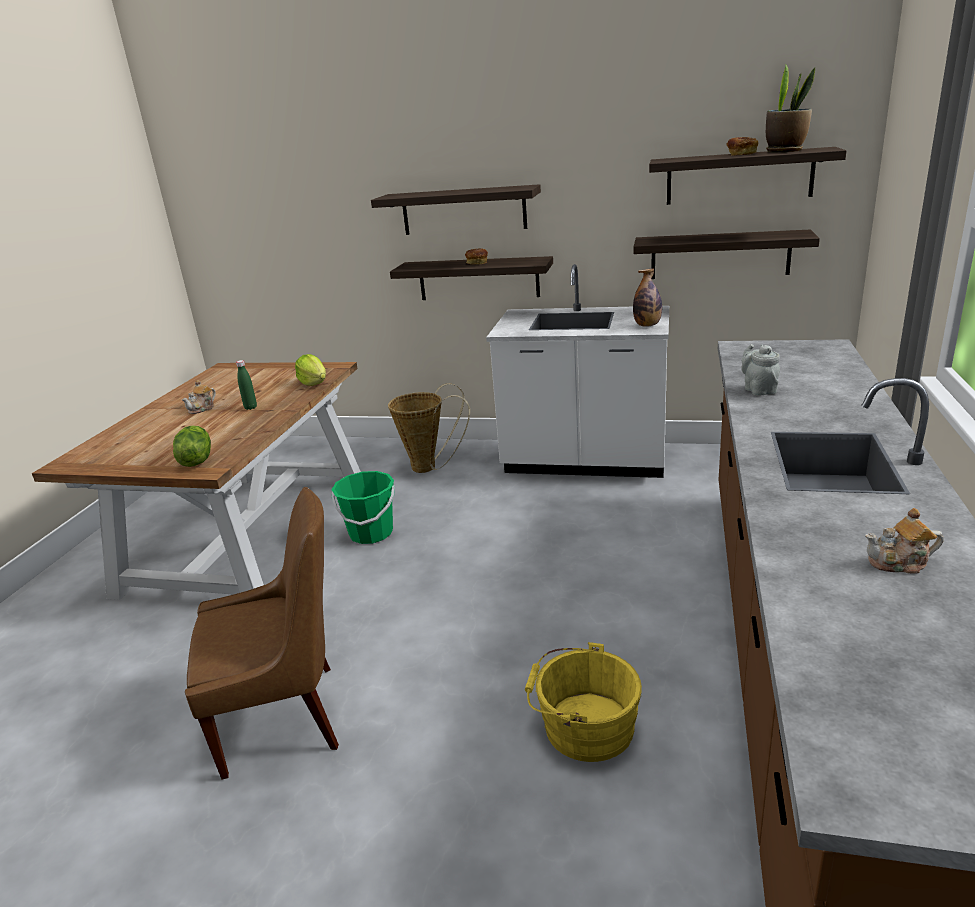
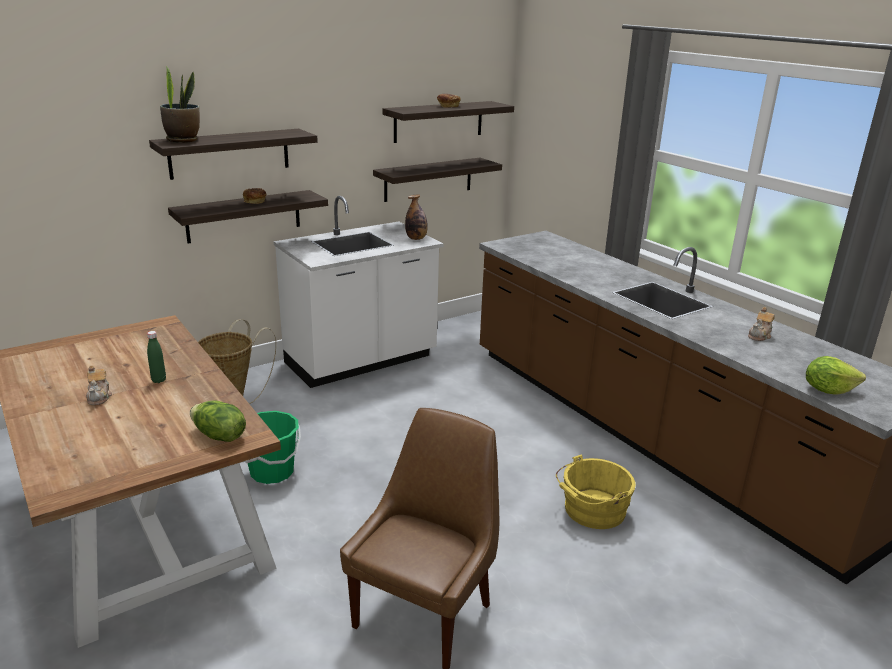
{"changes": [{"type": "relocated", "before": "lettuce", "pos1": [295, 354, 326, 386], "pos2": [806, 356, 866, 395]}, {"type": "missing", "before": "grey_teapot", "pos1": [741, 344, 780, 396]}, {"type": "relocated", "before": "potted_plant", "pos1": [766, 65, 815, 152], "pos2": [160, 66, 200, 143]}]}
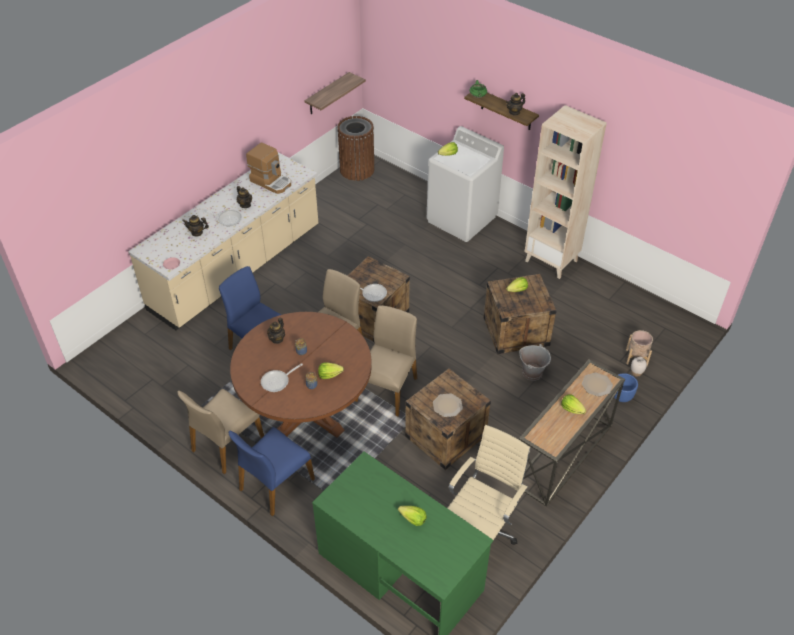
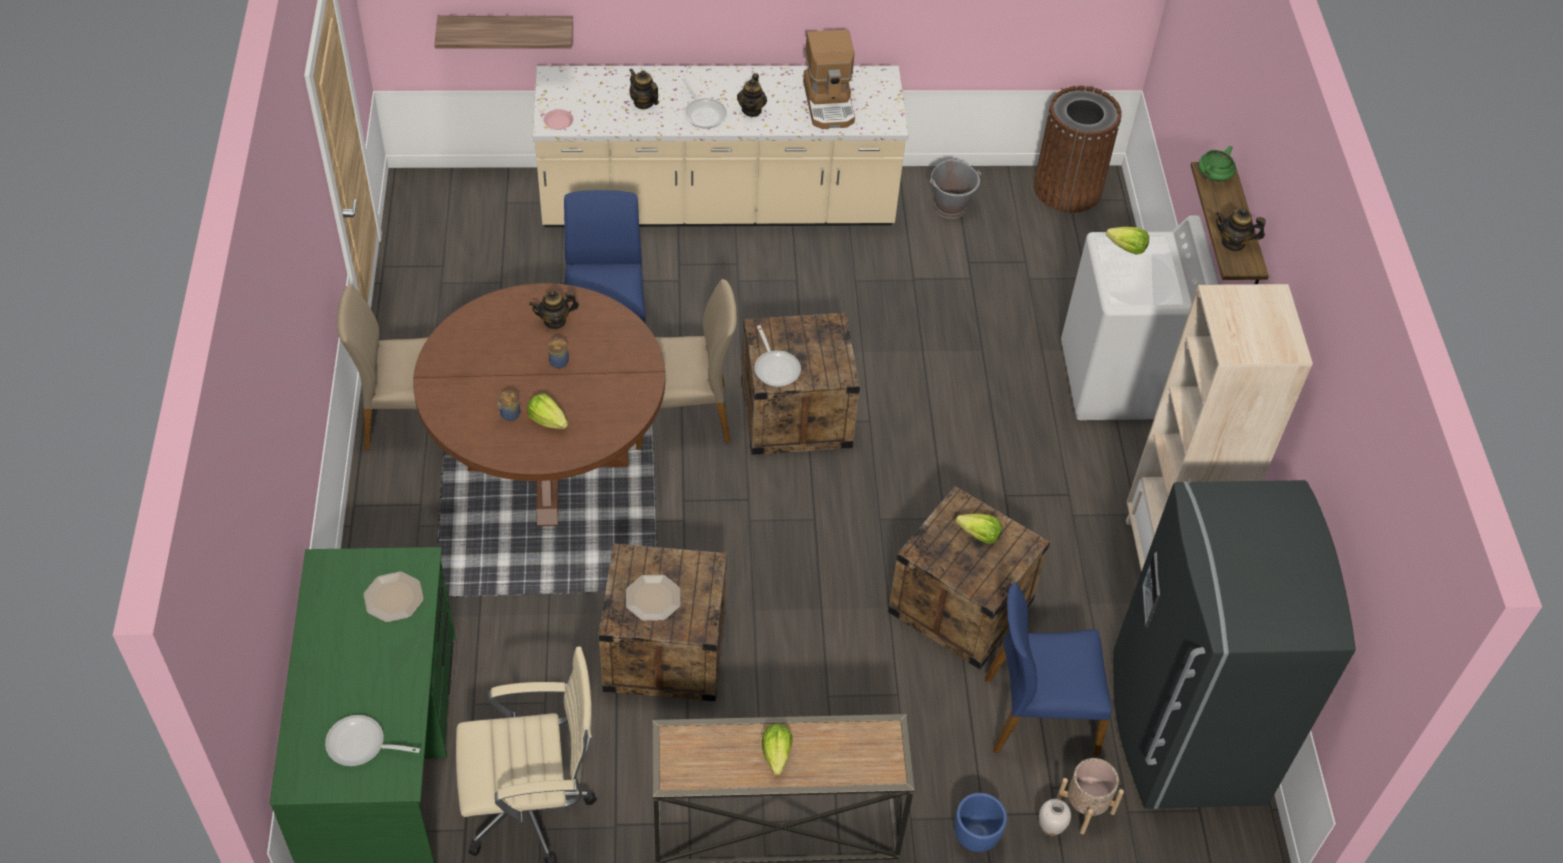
{"changes": [{"type": "relocated", "before": "blue_chair", "pos1": [229, 427, 315, 517], "pos2": [985, 583, 1112, 755]}, {"type": "relocated", "before": "frying_pan", "pos1": [261, 363, 303, 392], "pos2": [325, 715, 420, 766]}, {"type": "relocated", "before": "shelf", "pos1": [304, 72, 366, 114], "pos2": [434, 16, 573, 49]}, {"type": "missing", "before": "beige_chair", "pos1": [355, 305, 417, 417]}, {"type": "missing", "before": "lettuce", "pos1": [398, 506, 427, 526]}, {"type": "relocated", "before": "grey_bucket", "pos1": [519, 344, 551, 381], "pos2": [930, 159, 981, 219]}, {"type": "relocated", "before": "plate", "pos1": [582, 373, 613, 397], "pos2": [364, 572, 424, 622]}, {"type": "appeared", "after": "grey_fridge", "pos2": [1113, 480, 1356, 809]}]}
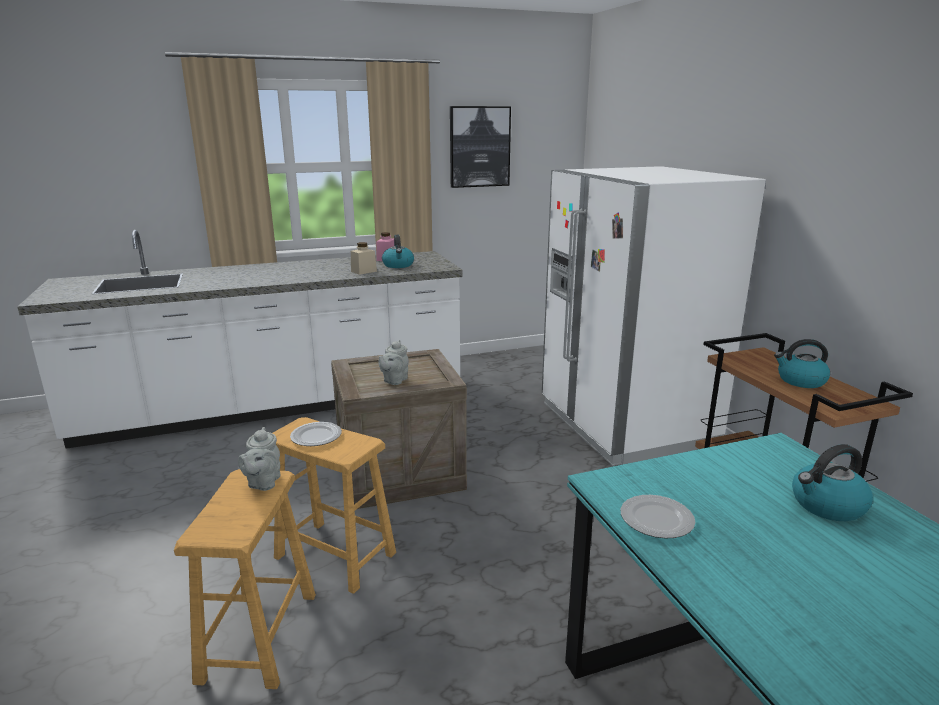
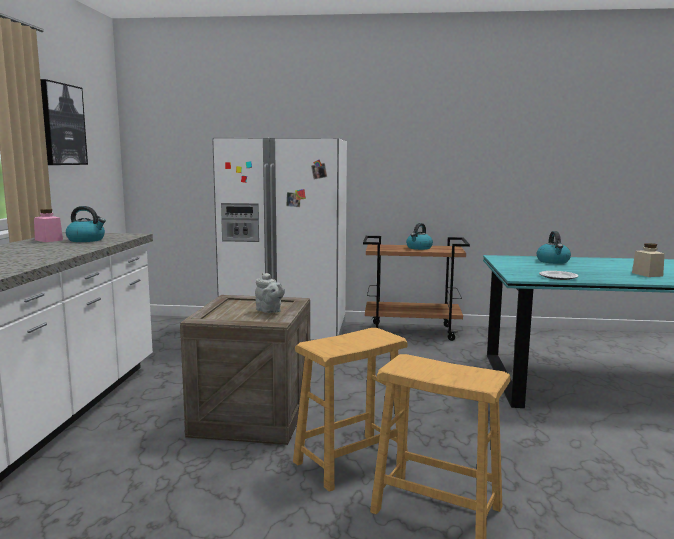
{"changes": [{"type": "missing", "before": "grey_teapot", "pos1": [238, 427, 281, 491]}, {"type": "missing", "before": "plate", "pos1": [290, 422, 342, 446]}, {"type": "relocated", "before": "beige_jar", "pos1": [351, 242, 377, 275], "pos2": [632, 243, 665, 277]}]}
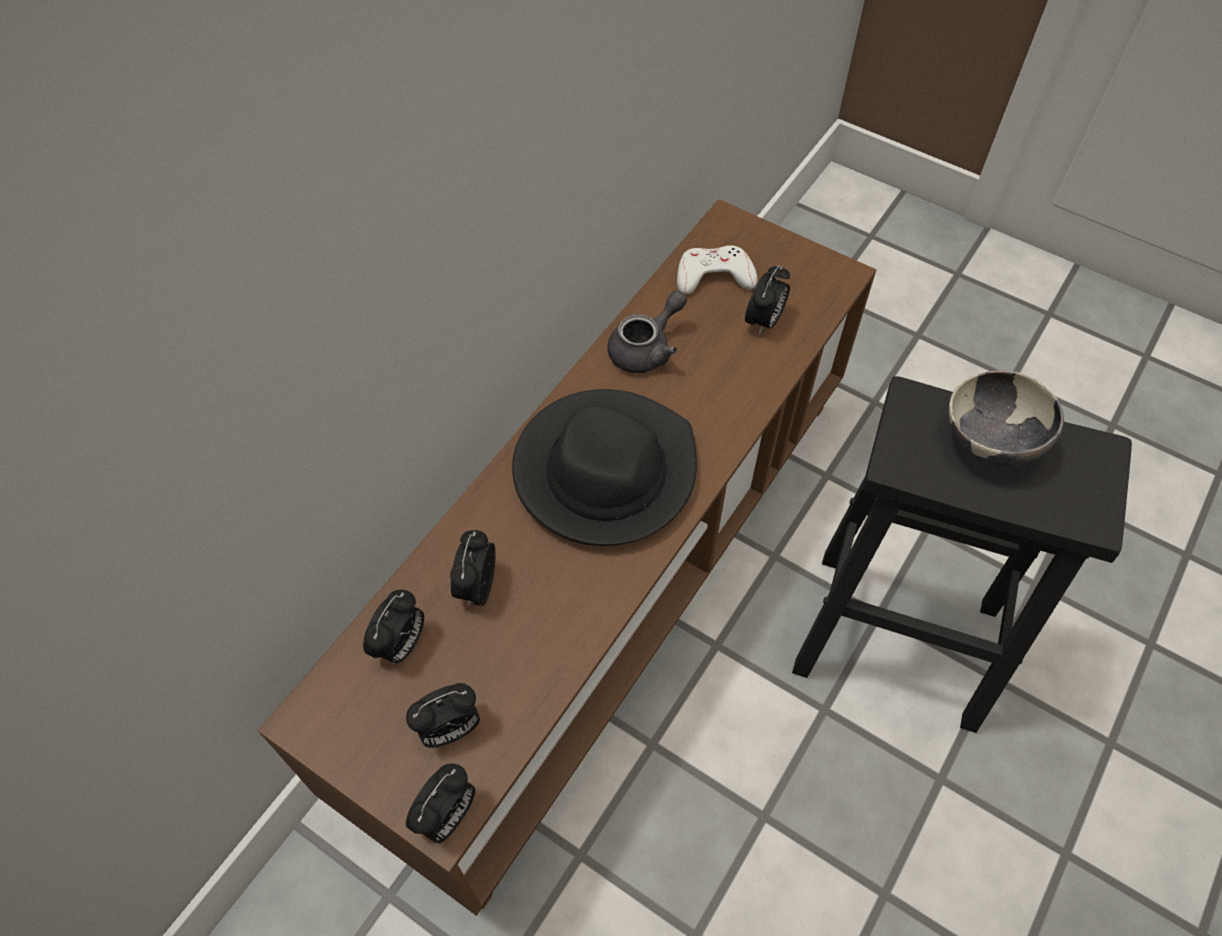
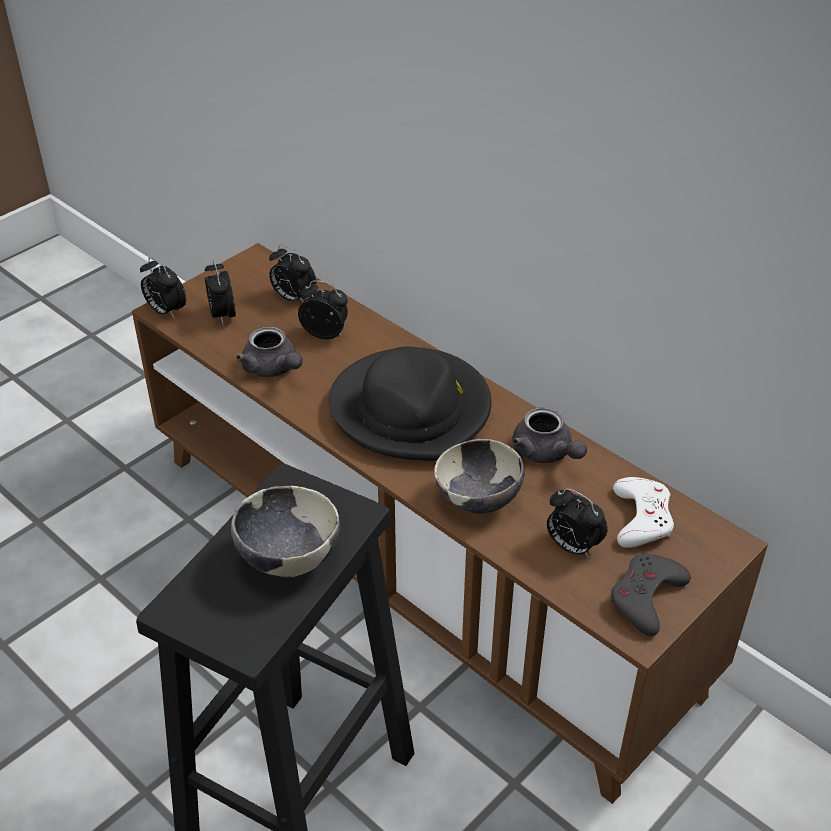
{"changes": [{"type": "appeared", "after": "grey_teapot", "pos2": [236, 327, 303, 377]}, {"type": "appeared", "after": "bowl", "pos2": [434, 439, 525, 514]}, {"type": "appeared", "after": "grey_game_controller", "pos2": [611, 554, 691, 636]}]}
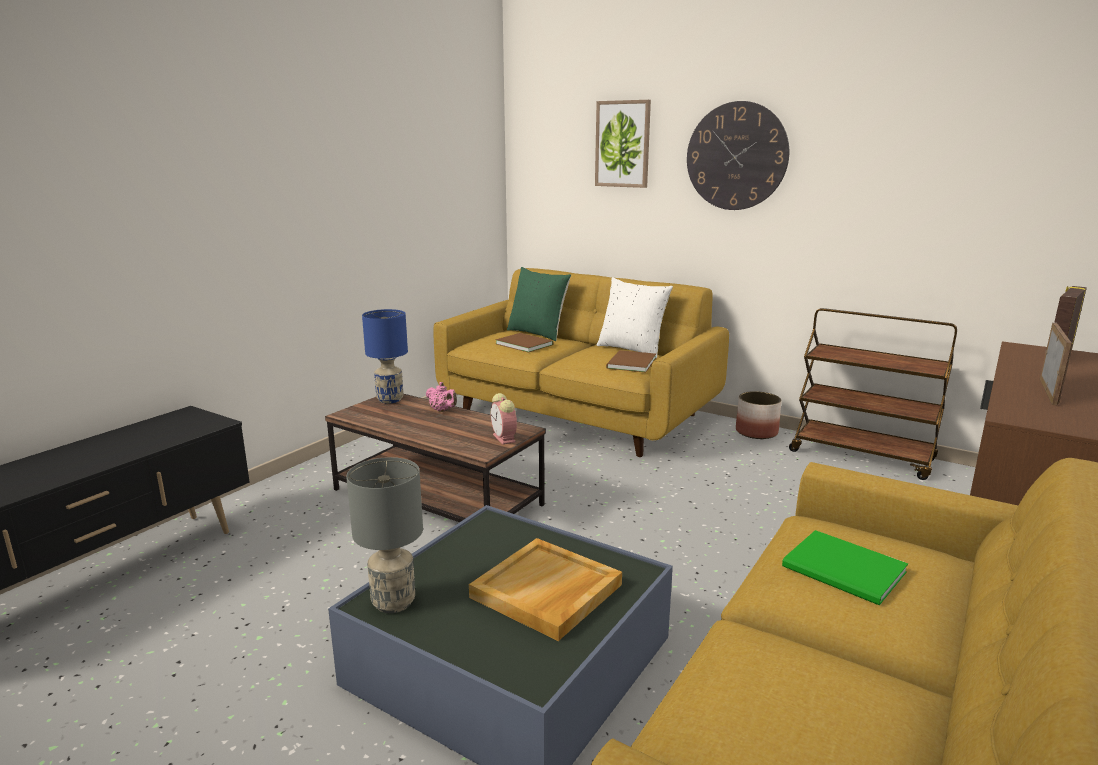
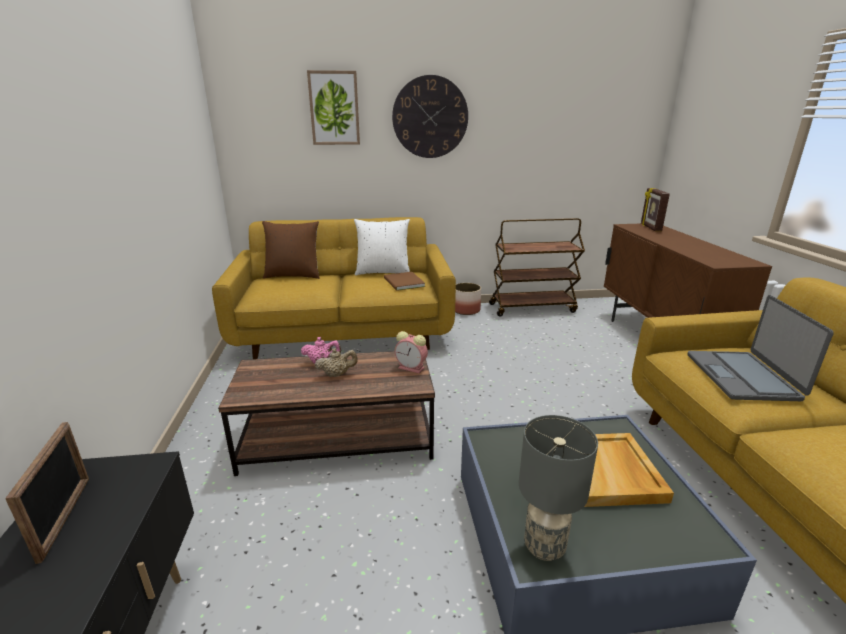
{"changes": [{"type": "missing", "before": "blue_table_lamp", "pos1": [362, 309, 408, 403]}, {"type": "missing", "before": "brown_book", "pos1": [496, 333, 554, 353]}, {"type": "colour", "before": "green_pillow", "after": "brown_pillow", "pos1": [507, 267, 571, 341], "pos2": [262, 221, 320, 279]}, {"type": "exchanged", "before": "green_book", "after": "laptop", "pos1": [782, 530, 908, 606], "pos2": [688, 295, 834, 401]}, {"type": "relocated", "before": "picture_frame", "pos1": [1040, 322, 1073, 406], "pos2": [5, 422, 89, 564]}, {"type": "appeared", "after": "beige_teapot", "pos2": [315, 348, 358, 377]}]}
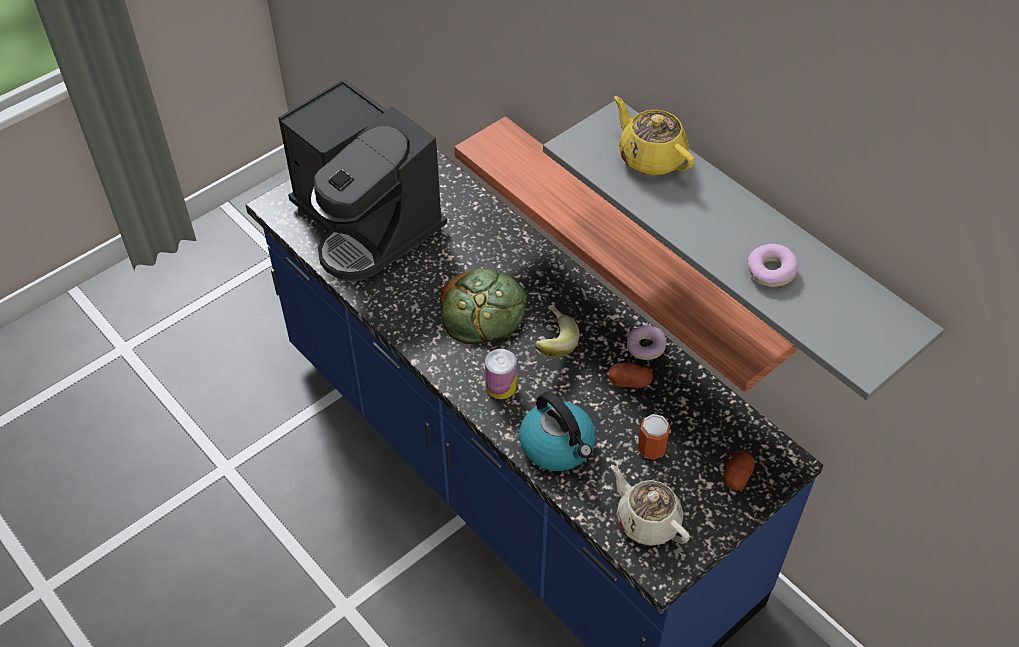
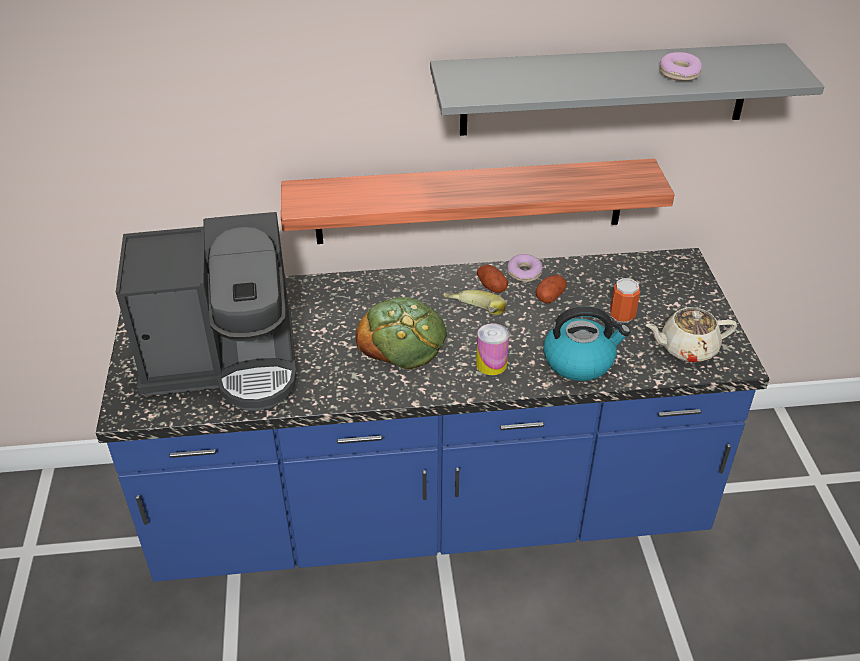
{"changes": [{"type": "missing", "before": "yellow_teapot", "pos1": [614, 96, 695, 175]}, {"type": "relocated", "before": "potato", "pos1": [723, 450, 755, 491], "pos2": [477, 265, 508, 293]}]}
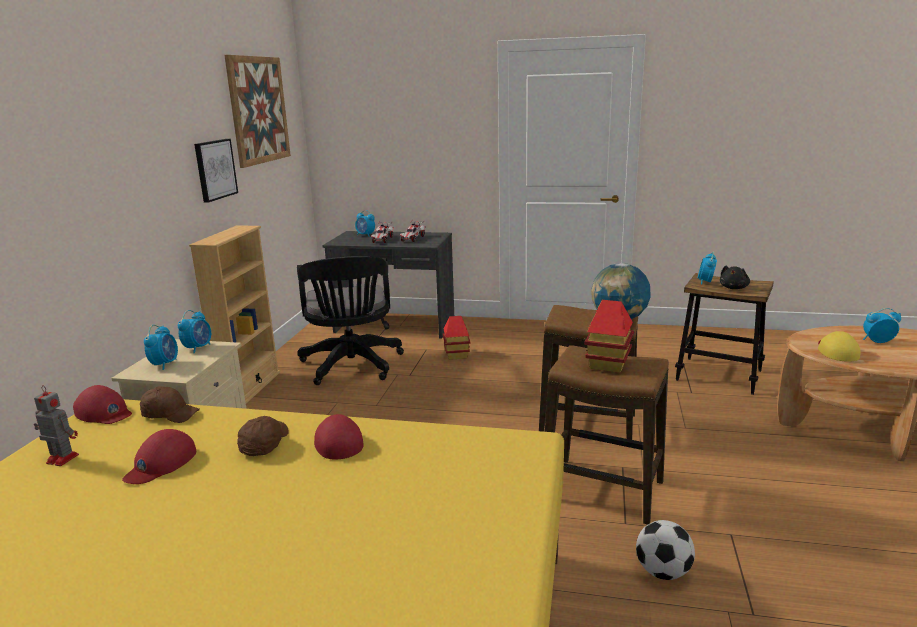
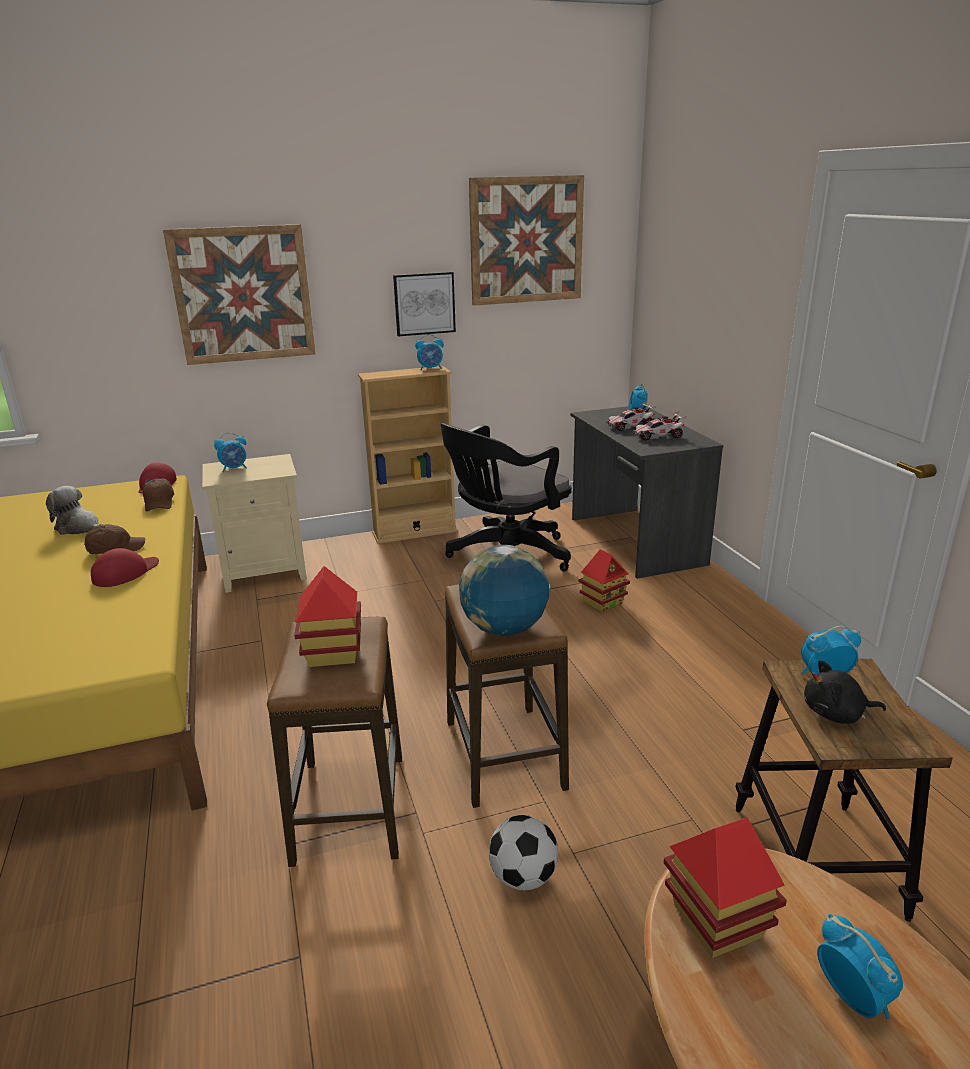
{"changes": [{"type": "missing", "before": "toy_robot", "pos1": [34, 385, 79, 466]}, {"type": "exchanged", "before": "red_cap", "after": "plush_toy", "pos1": [122, 429, 196, 484], "pos2": [46, 486, 104, 535]}, {"type": "relocated", "before": "alarm_clock", "pos1": [178, 310, 211, 354], "pos2": [415, 334, 444, 370]}, {"type": "relocated", "before": "football", "pos1": [636, 520, 695, 580], "pos2": [489, 815, 558, 891]}, {"type": "exchanged", "before": "yellow_cap", "after": "toy_house", "pos1": [818, 331, 861, 362], "pos2": [664, 817, 787, 958]}, {"type": "appeared", "after": "picture", "pos2": [163, 224, 316, 365]}]}
